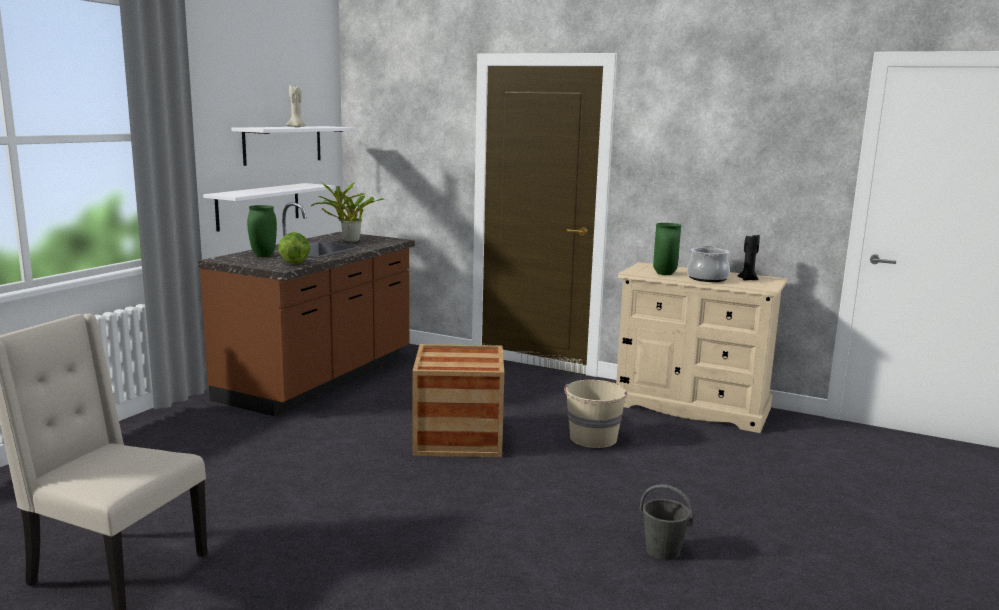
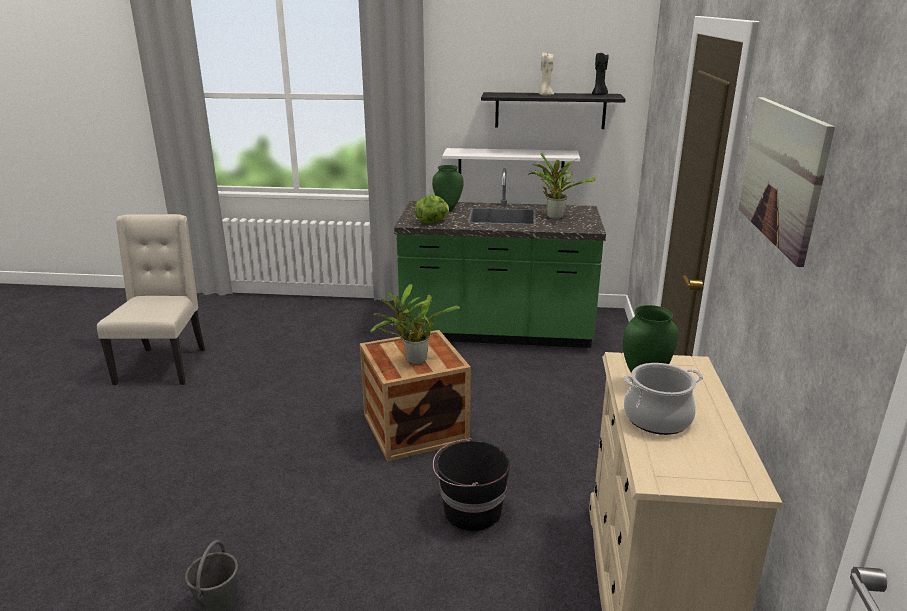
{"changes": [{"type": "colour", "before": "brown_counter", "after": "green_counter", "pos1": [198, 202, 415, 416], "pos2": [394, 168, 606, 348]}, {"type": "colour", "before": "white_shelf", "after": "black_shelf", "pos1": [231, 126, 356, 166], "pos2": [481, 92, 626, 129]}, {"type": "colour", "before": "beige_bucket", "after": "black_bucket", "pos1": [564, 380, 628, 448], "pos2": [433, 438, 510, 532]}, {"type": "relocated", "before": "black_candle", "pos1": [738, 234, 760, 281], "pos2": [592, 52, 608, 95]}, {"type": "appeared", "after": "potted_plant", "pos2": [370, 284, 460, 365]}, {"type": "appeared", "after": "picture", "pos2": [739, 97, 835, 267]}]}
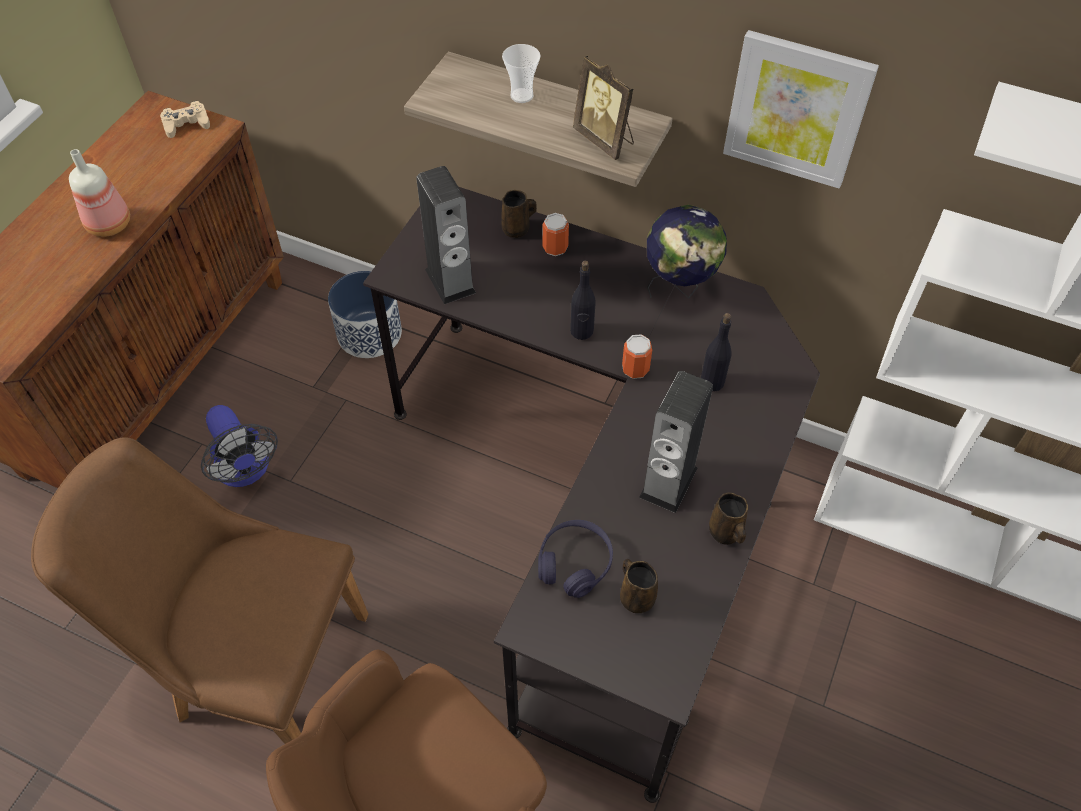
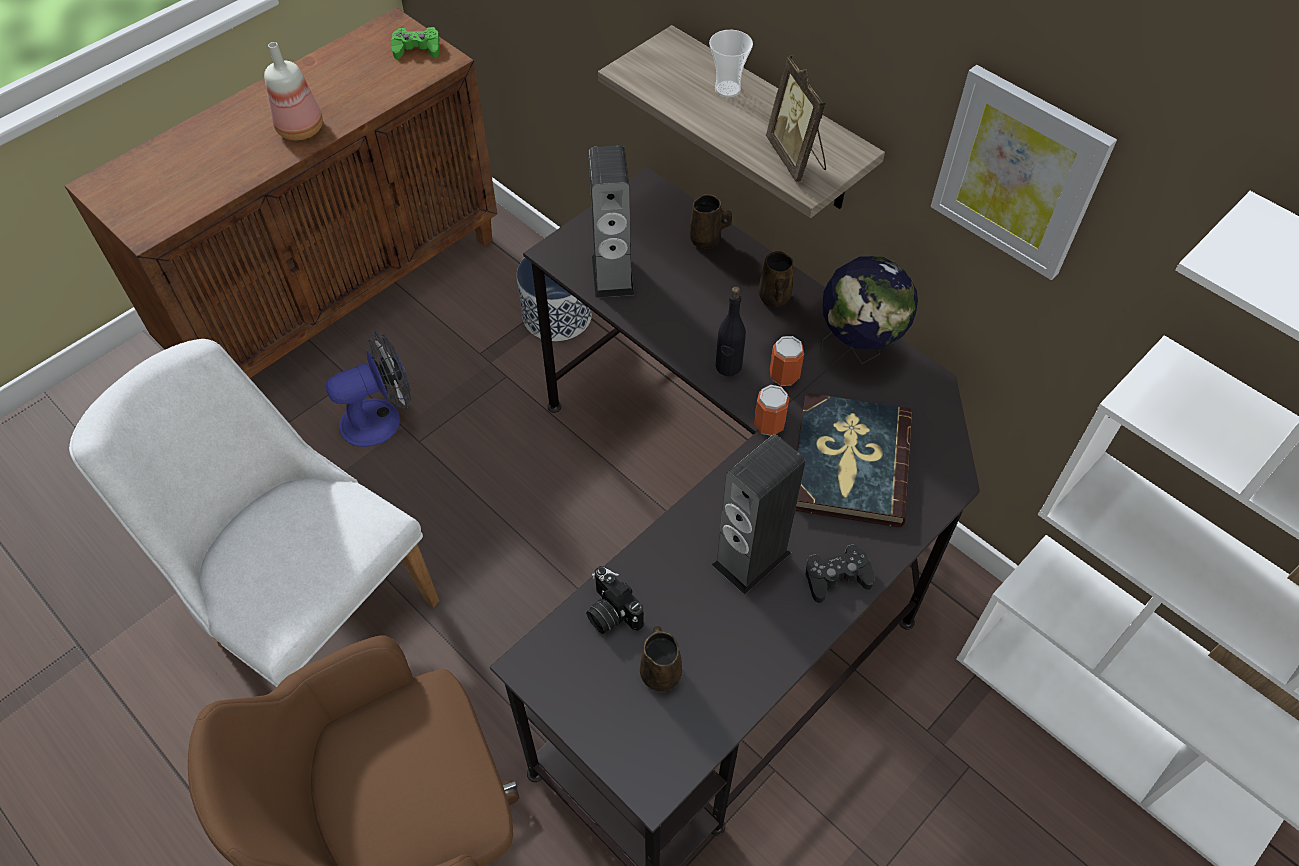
{"changes": [{"type": "colour", "before": "brown_chair", "after": "white_chair", "pos1": [31, 437, 369, 744], "pos2": [69, 339, 440, 687]}, {"type": "colour", "before": "beige_game_controller", "after": "green_game_controller", "pos1": [160, 101, 210, 138], "pos2": [392, 27, 440, 59]}, {"type": "spun", "before": "fan", "pos1": [201, 405, 278, 487], "pos2": [326, 331, 411, 447], "turn": -105}, {"type": "exchanged", "before": "purple_headphones", "after": "photo_camera", "pos1": [538, 520, 613, 598], "pos2": [586, 566, 644, 634]}, {"type": "relocated", "before": "can", "pos1": [542, 213, 569, 256], "pos2": [770, 336, 804, 386]}, {"type": "exchanged", "before": "black_bottle", "after": "book", "pos1": [701, 313, 732, 391], "pos2": [795, 393, 912, 527]}, {"type": "relocated", "before": "brown_mug", "pos1": [709, 492, 748, 545], "pos2": [759, 251, 793, 307]}, {"type": "appeared", "after": "black_game_controller", "pos2": [805, 544, 875, 603]}]}
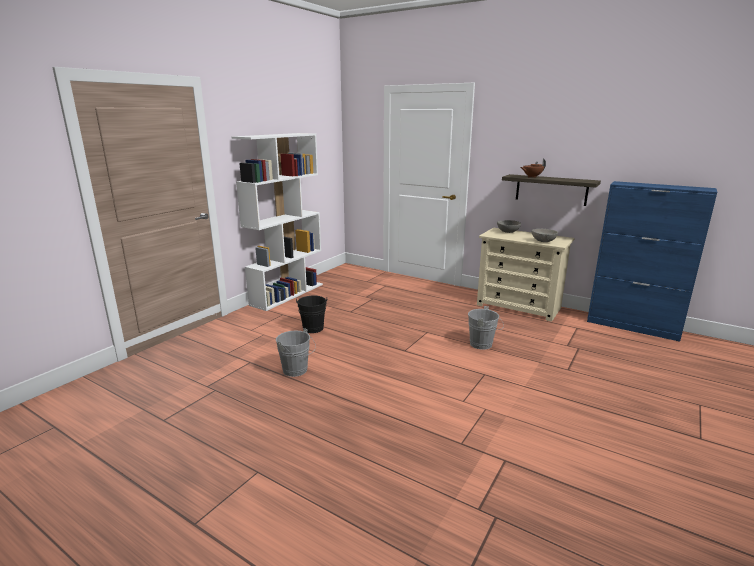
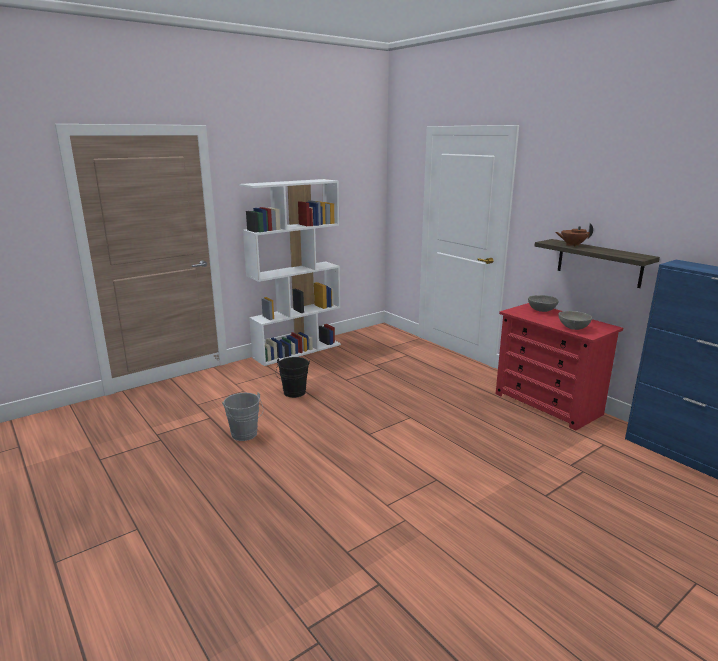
{"changes": [{"type": "missing", "before": "grey_bucket", "pos1": [468, 306, 504, 350]}, {"type": "colour", "before": "beige_dresser", "after": "red_dresser", "pos1": [477, 228, 575, 322], "pos2": [496, 303, 623, 431]}]}
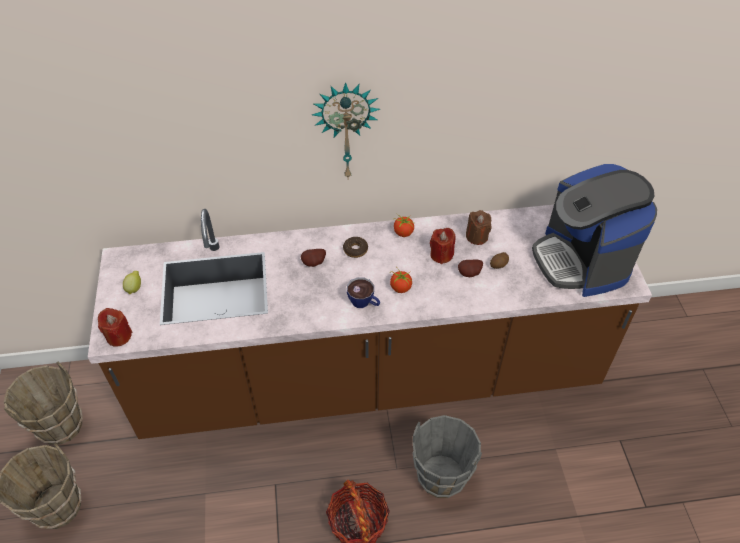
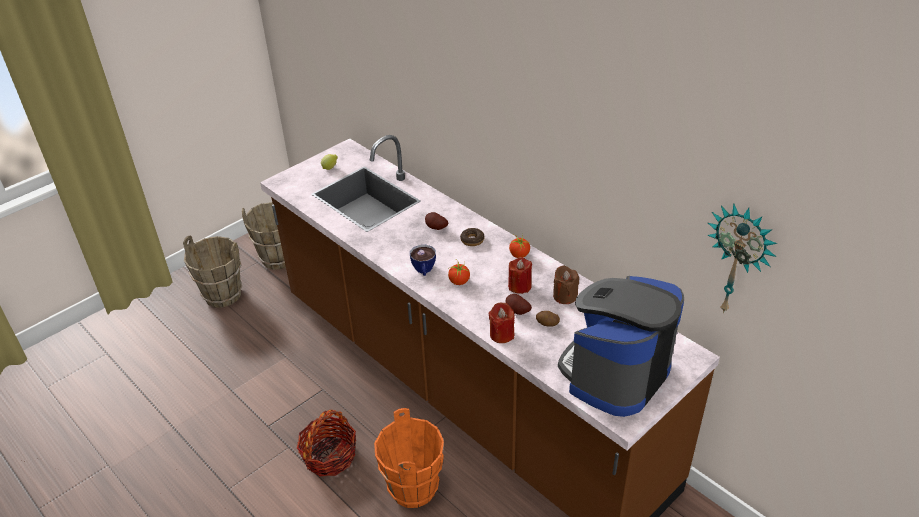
{"changes": [{"type": "relocated", "before": "red_candle", "pos1": [98, 308, 132, 347], "pos2": [489, 302, 515, 343]}, {"type": "relocated", "before": "wall_clock", "pos1": [312, 82, 380, 178], "pos2": [707, 203, 777, 314]}, {"type": "colour", "before": "grey_bucket", "after": "orange_bucket", "pos1": [412, 415, 482, 498], "pos2": [374, 408, 444, 508]}]}
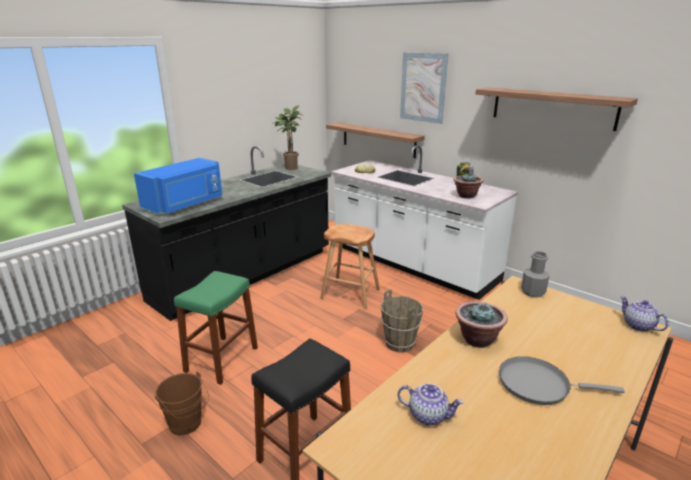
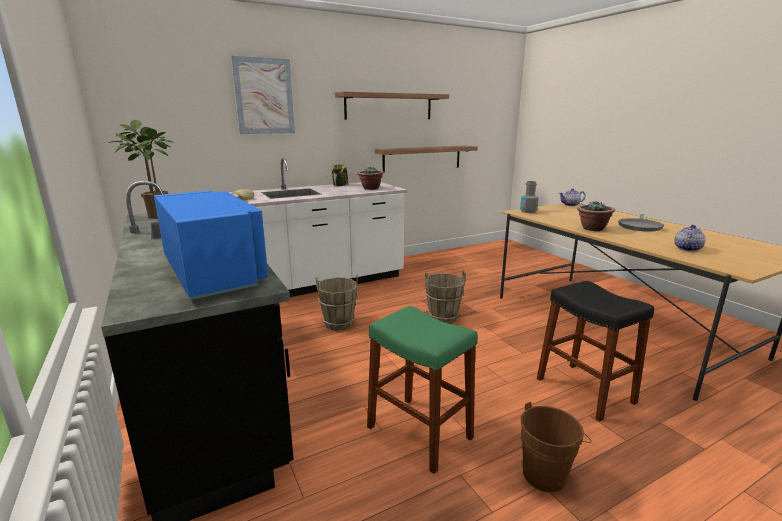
{"changes": [{"type": "exchanged", "before": "brown_stool", "after": "brown_bucket", "pos1": [320, 224, 380, 309], "pos2": [316, 274, 358, 331]}, {"type": "relocated", "before": "shelf", "pos1": [326, 122, 425, 158], "pos2": [375, 145, 478, 173]}]}
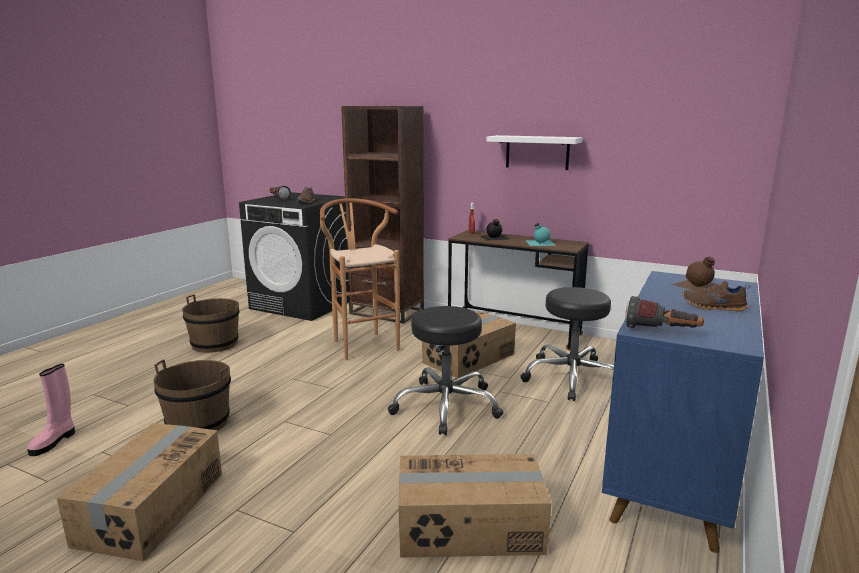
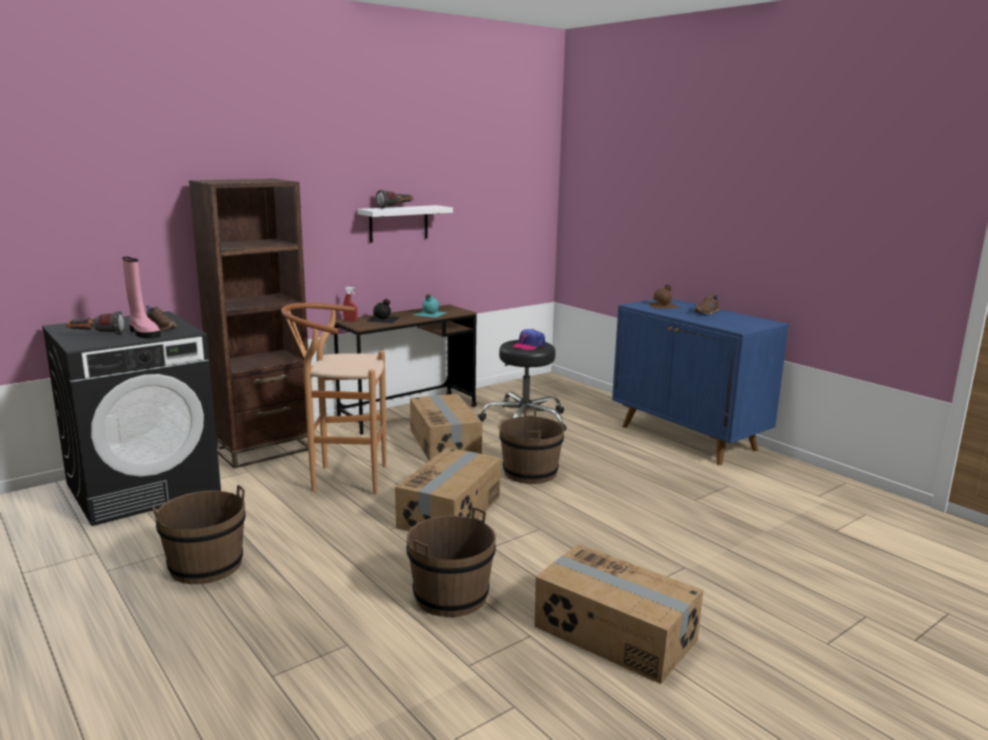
{"changes": [{"type": "relocated", "before": "pink_boot", "pos1": [27, 364, 75, 456], "pos2": [122, 257, 161, 339]}, {"type": "exchanged", "before": "black_stool", "after": "brown_bucket", "pos1": [388, 306, 503, 435], "pos2": [499, 408, 564, 484]}, {"type": "relocated", "before": "cardboard_box", "pos1": [398, 454, 552, 558], "pos2": [395, 448, 501, 531]}, {"type": "relocated", "before": "flashlight", "pos1": [625, 296, 704, 328], "pos2": [376, 190, 414, 209]}, {"type": "appeared", "after": "cap", "pos2": [512, 329, 545, 350]}]}
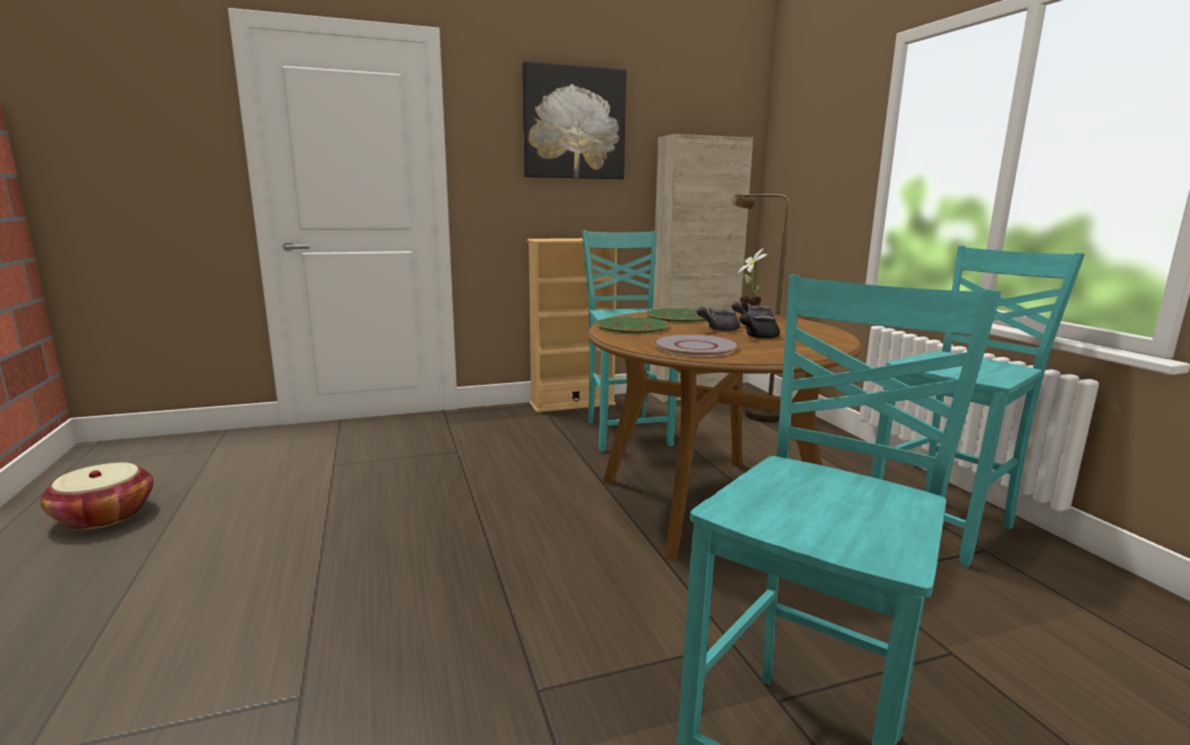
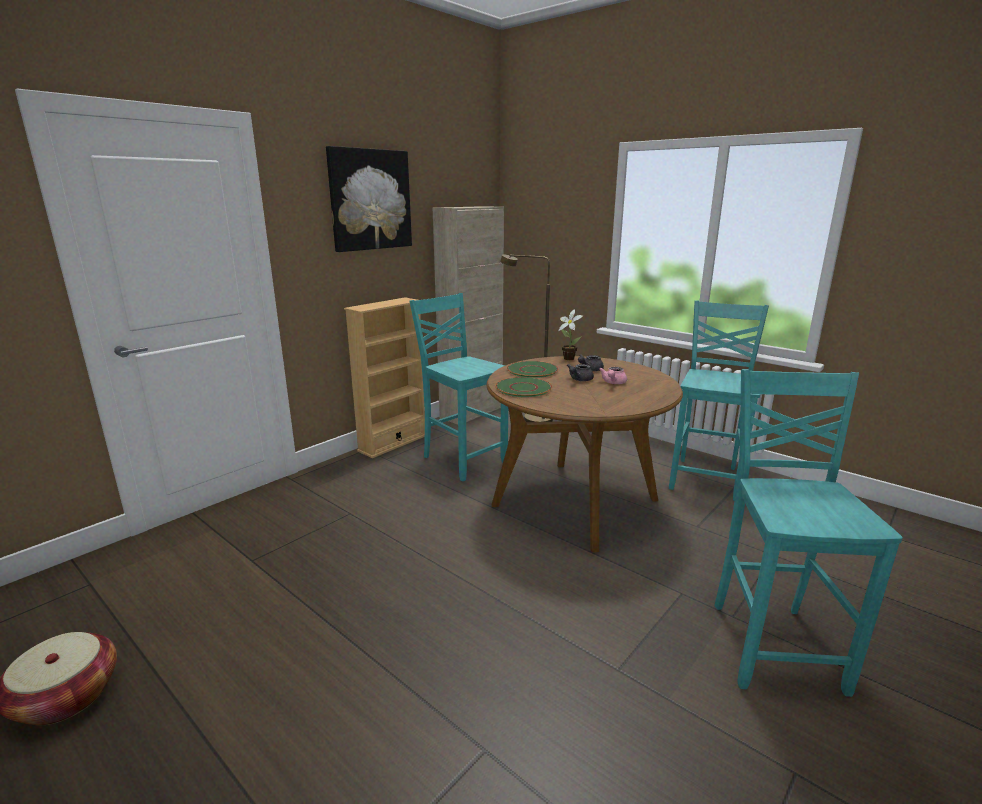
{"changes": [{"type": "missing", "before": "grey_plate", "pos1": [654, 334, 740, 357]}, {"type": "colour", "before": "black_teapot", "after": "pink_teapot", "pos1": [739, 314, 780, 339], "pos2": [599, 367, 627, 384]}]}
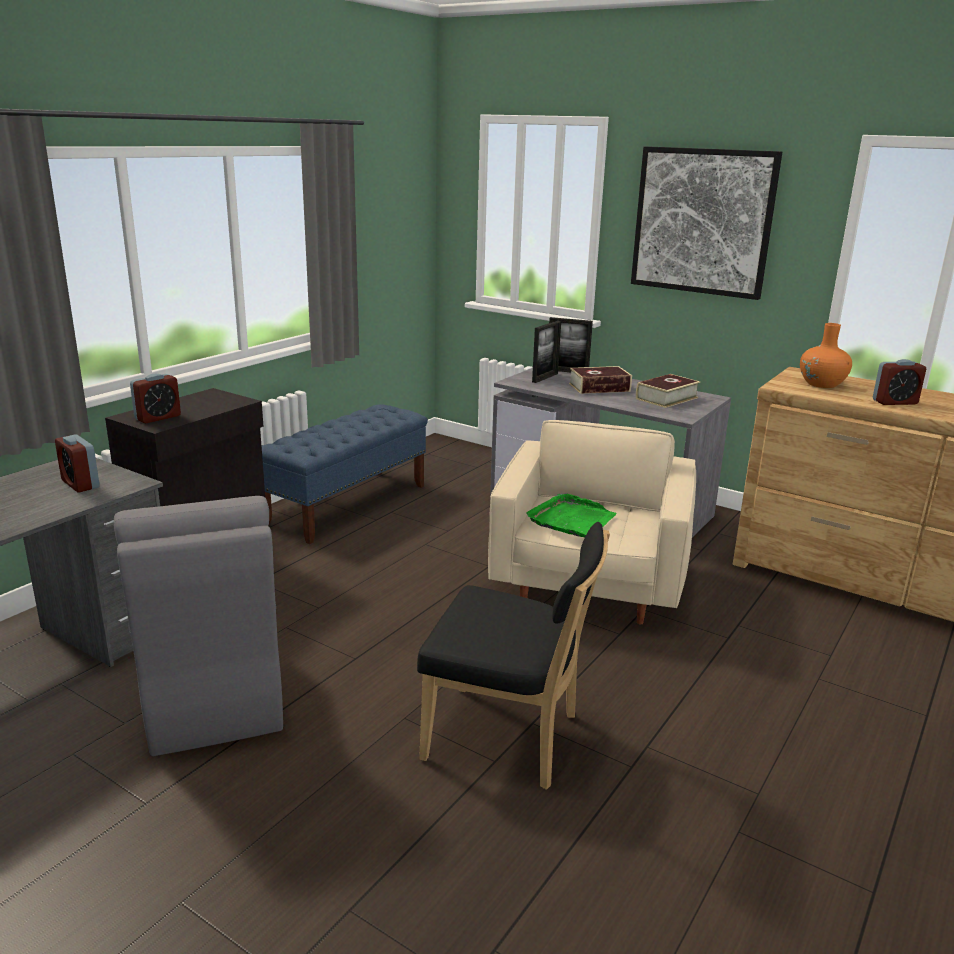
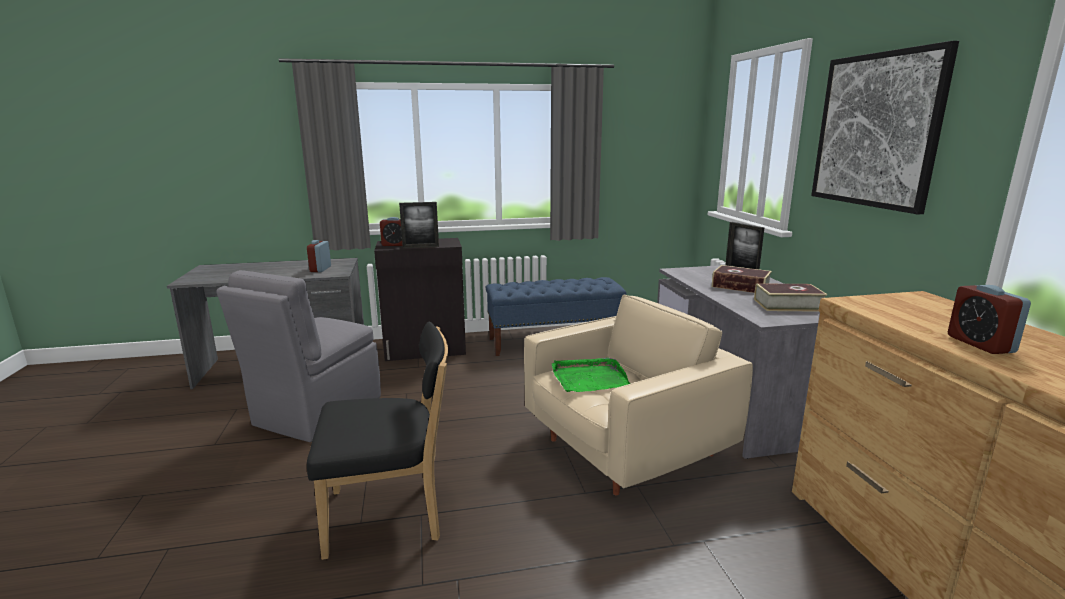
{"changes": [{"type": "spun", "before": "black_chair", "pos1": [417, 522, 610, 790], "pos2": [307, 322, 448, 560], "turn": -75}, {"type": "relocated", "before": "picture_frame", "pos1": [532, 321, 561, 383], "pos2": [399, 202, 439, 248]}, {"type": "missing", "before": "orange_vase", "pos1": [800, 323, 852, 388]}, {"type": "spun", "before": "alarm_clock", "pos1": [873, 359, 926, 405], "pos2": [948, 285, 1031, 354], "turn": 45}]}
